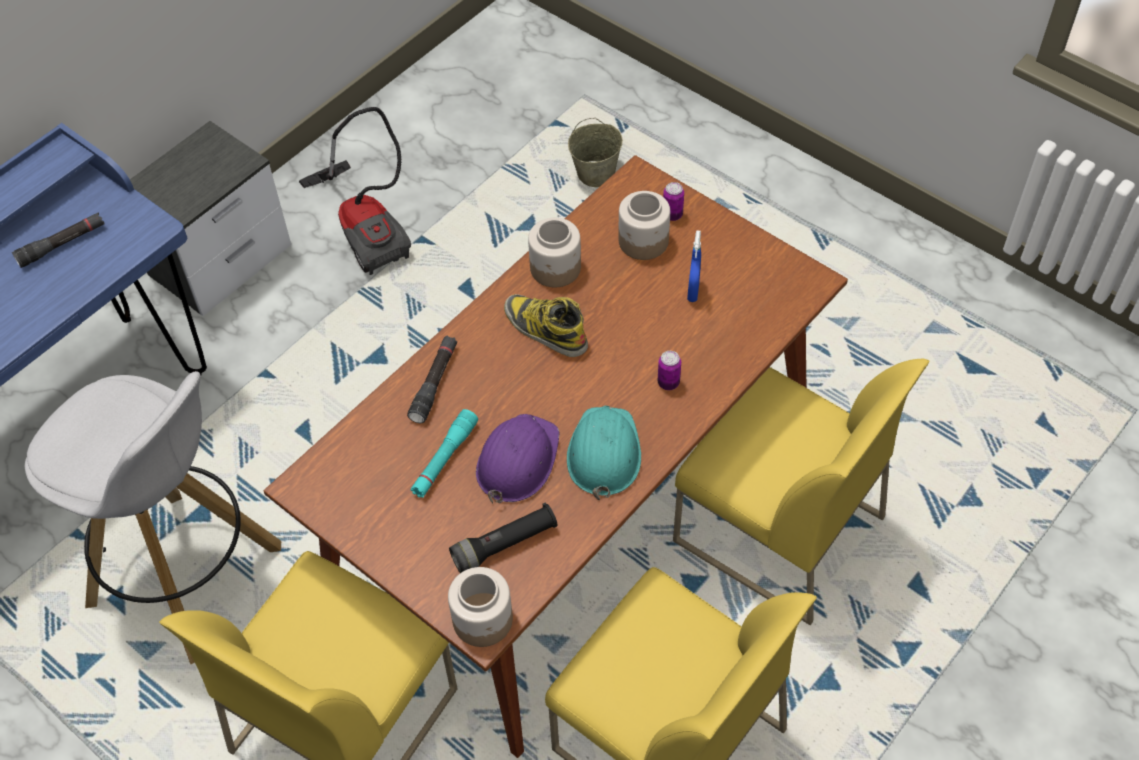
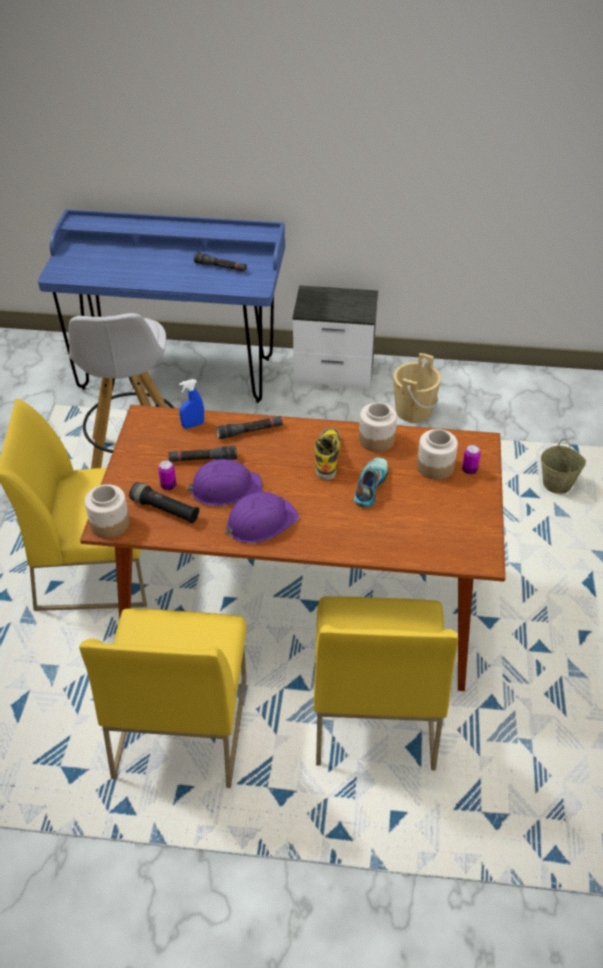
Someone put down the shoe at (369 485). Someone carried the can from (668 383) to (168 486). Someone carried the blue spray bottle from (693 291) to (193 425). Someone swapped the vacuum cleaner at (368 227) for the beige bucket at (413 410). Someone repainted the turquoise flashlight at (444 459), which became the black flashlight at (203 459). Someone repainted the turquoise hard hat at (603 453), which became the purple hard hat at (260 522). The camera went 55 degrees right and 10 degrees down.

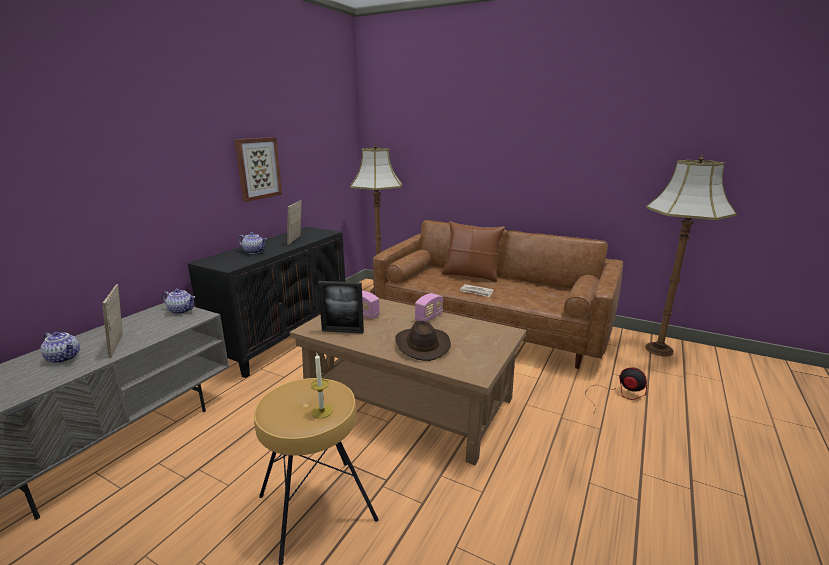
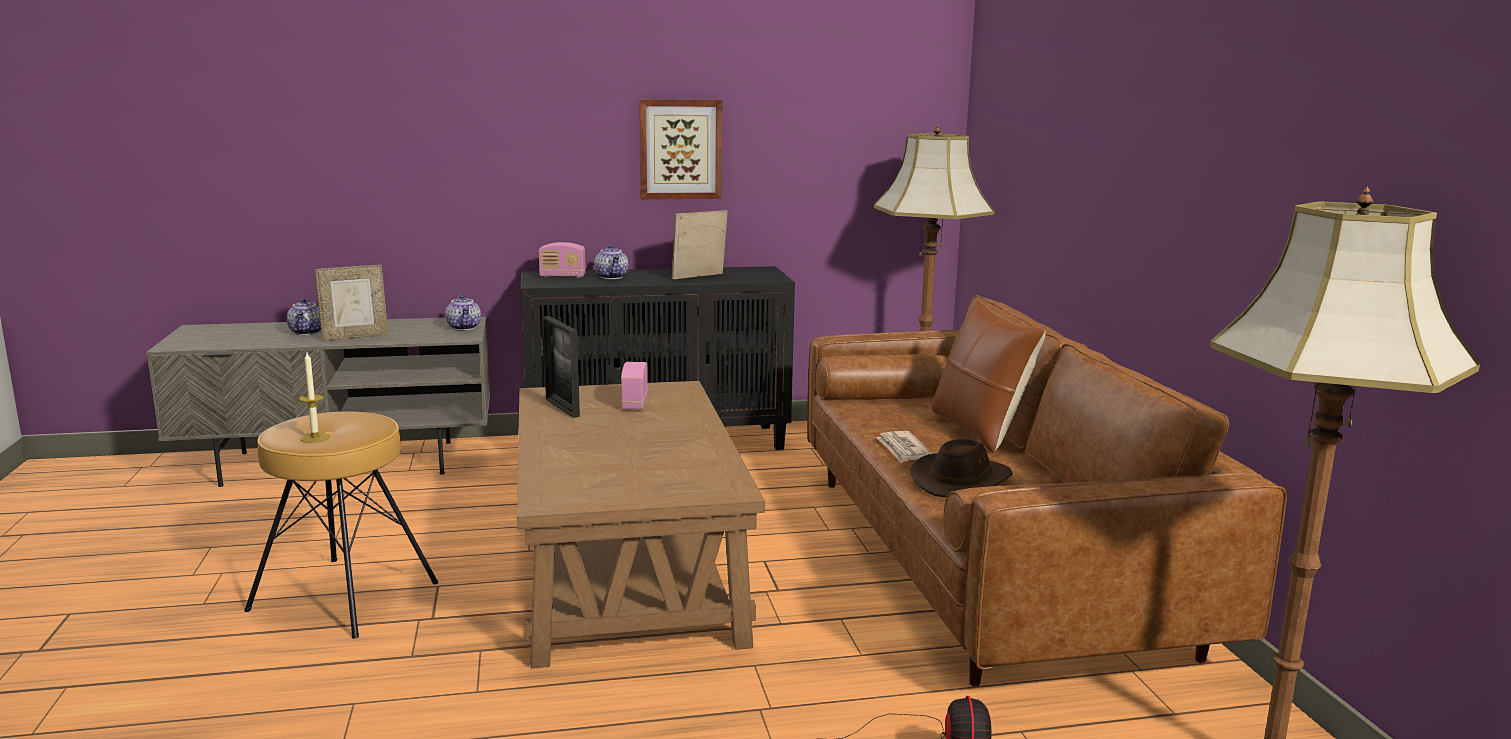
Someone carried the brown hat from (421 345) to (962 480). Someone carried the radio from (429 317) to (562 276). Someone rotated the picture frame at (120 345) by 150 degrees counterclockwise. The camera went 50 degrees right and 5 degrees down.

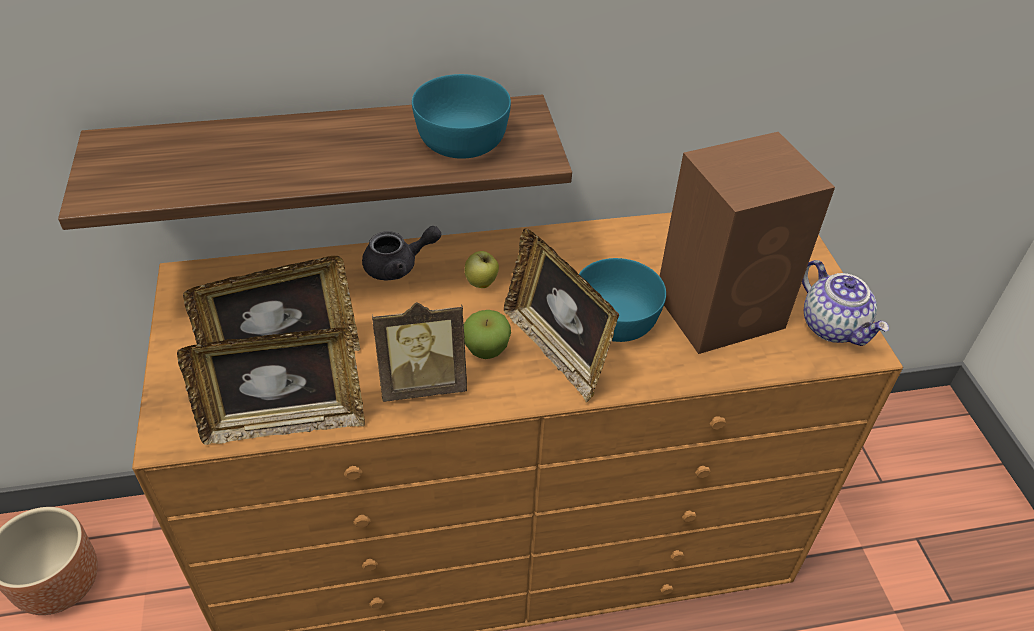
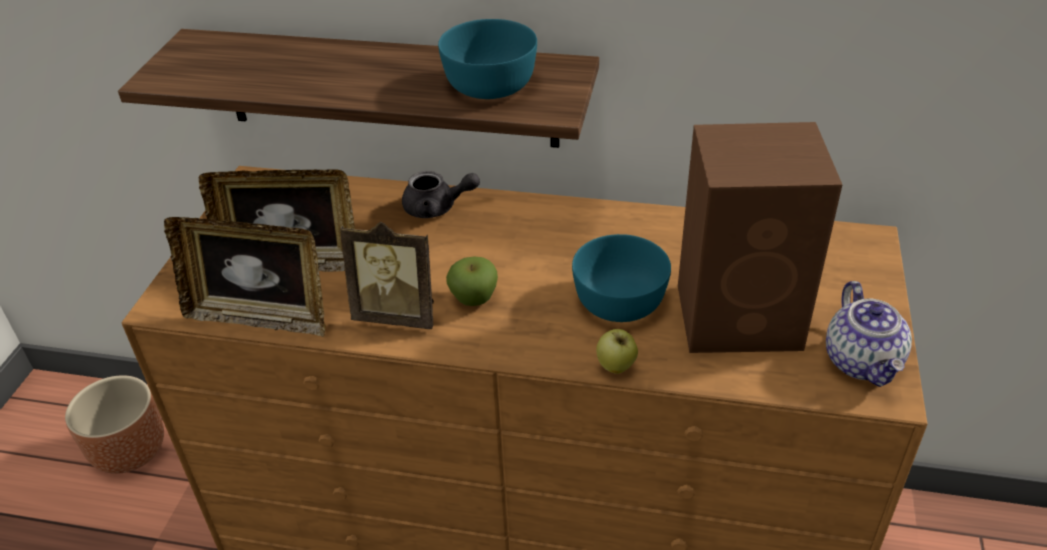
Someone took away the picture frame at (556 350). Someone carried the apple from (481 284) to (616 368). The camera went 25 degrees right and 5 degrees down.

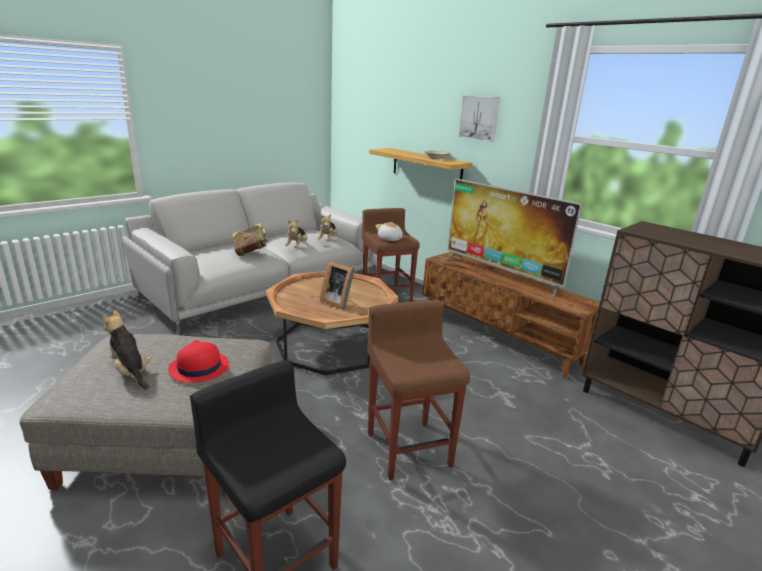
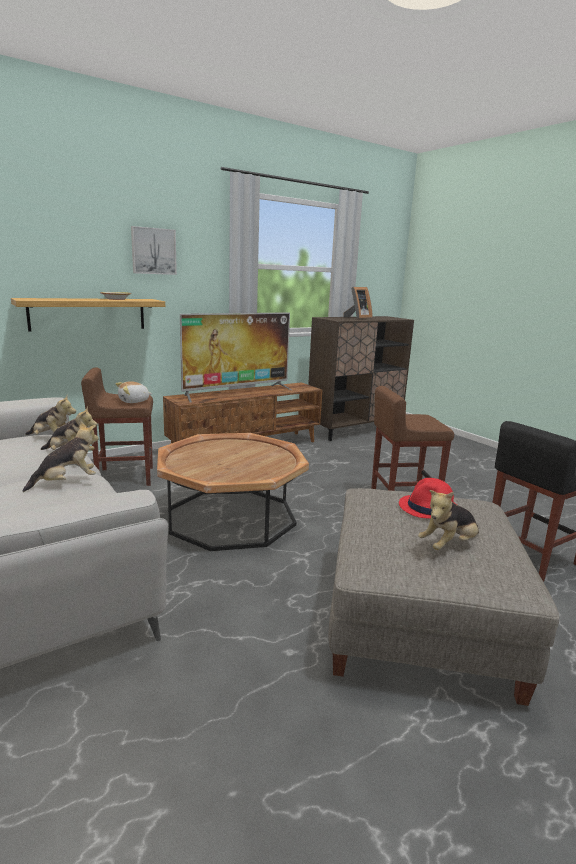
Someone carried the picture frame from (338 302) to (357 318). Someone swapped the book at (251 253) for the plush toy at (67 482). The camera went 80 degrees left and 5 degrees down.

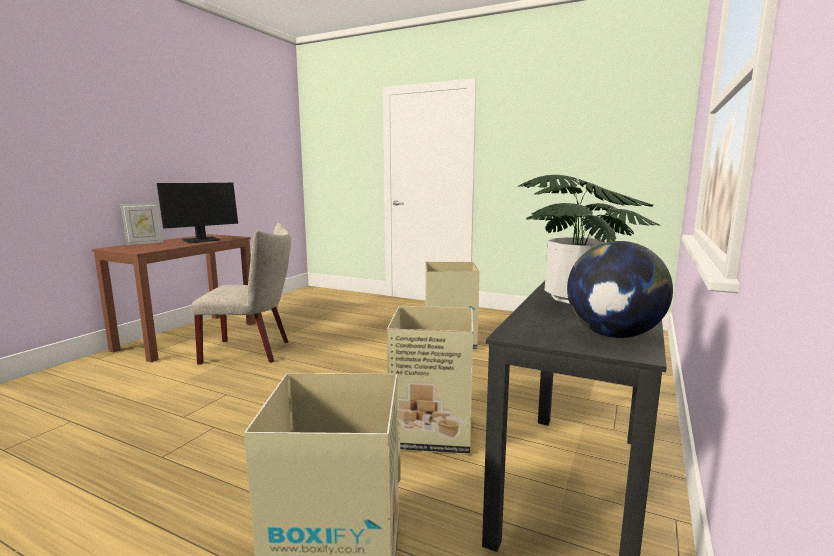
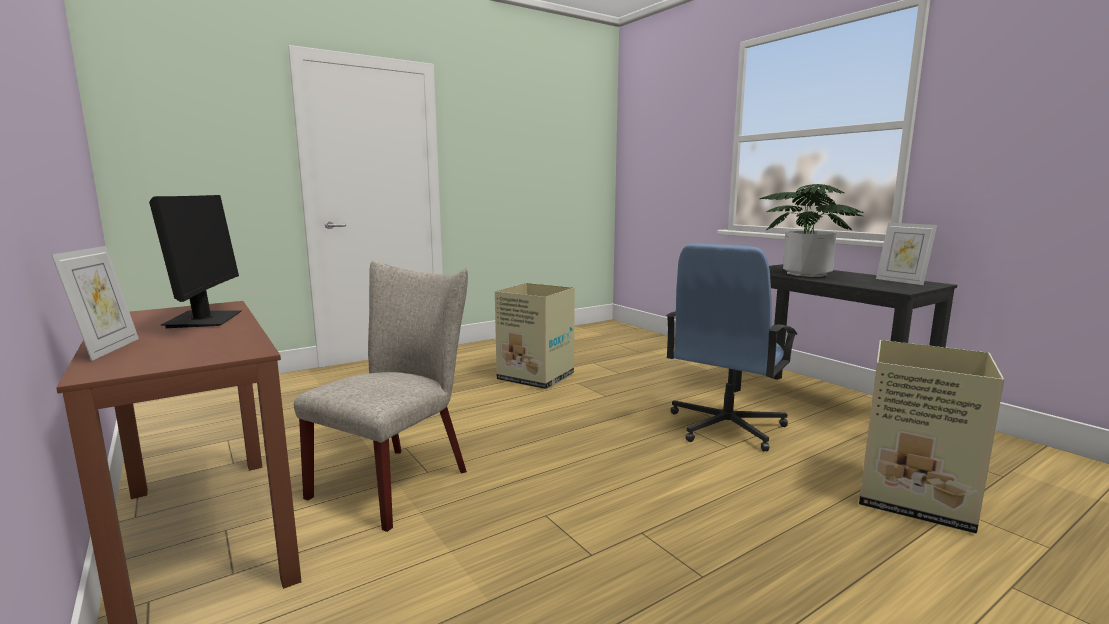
Someone swapped the cardboard box at (429 431) for the blue office chair at (725 427). Someone swapped the globe at (613 335) for the picture frame at (901 281). The camera went 60 degrees left and 0 degrees up.

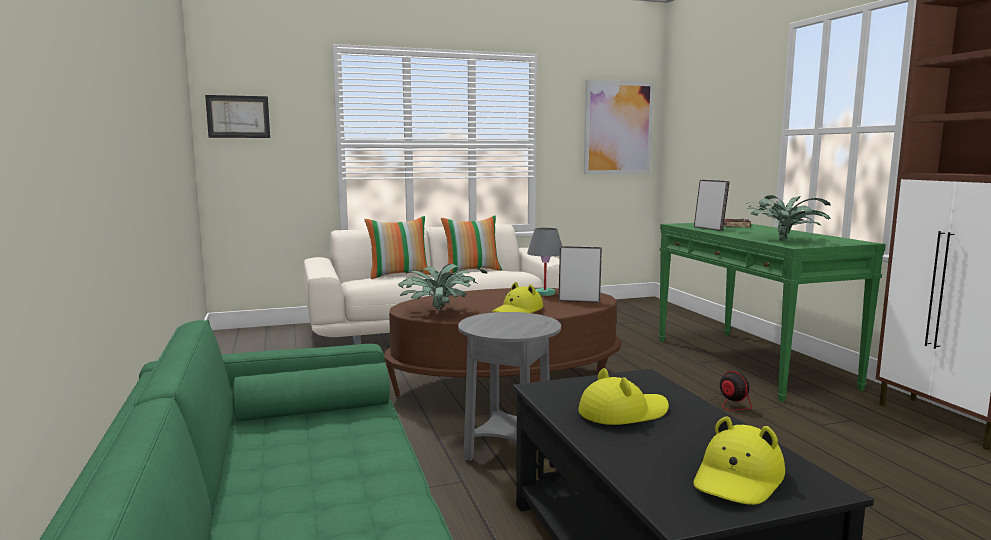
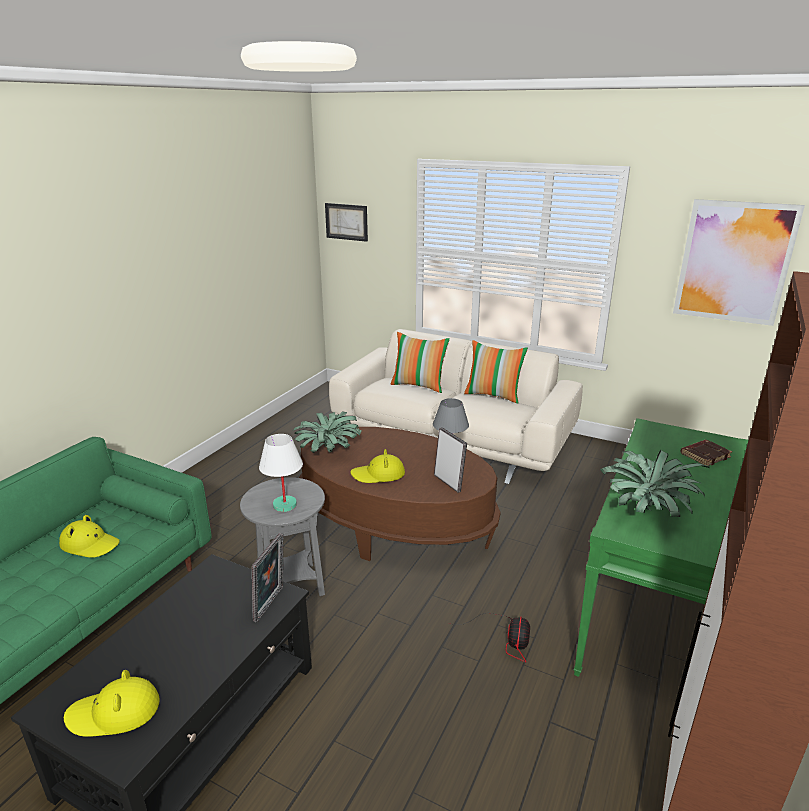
Someone put down the white table lamp at (284 505). Someone carried the yellow hat from (623 412) to (90 544). Someone carried the picture frame from (709 229) to (271 604). The camera went 45 degrees right and 15 degrees up.

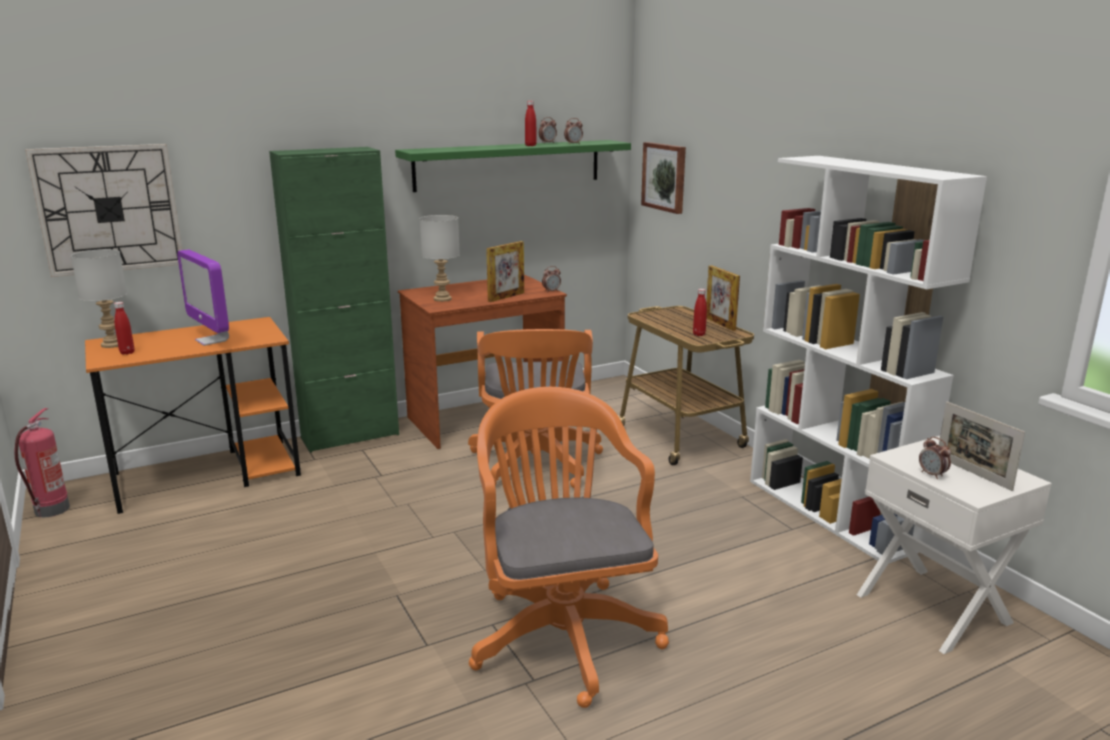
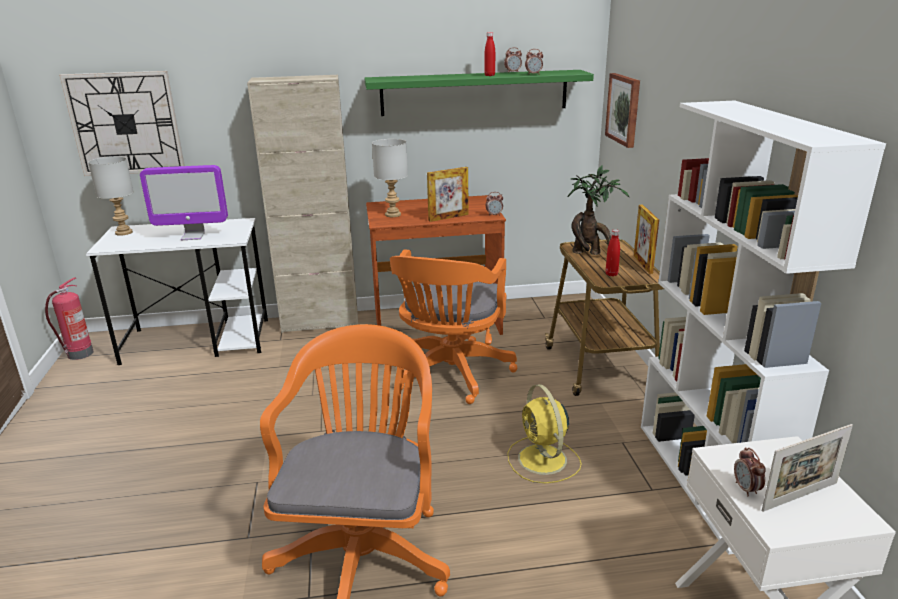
Someone took away the red bottle at (127 352). Someone put down the yellow fan at (543 460). Someone put down the potted plant at (590 254). Someone repainted the orange desk at (209 474), which became the white desk at (198 341). Someone repainted the green cabinet at (350 436), which became the beige cabinet at (320 322). Someone rotated the monitor at (212 340) by 75 degrees counterclockwise. Someone rotated the picture frame at (973 473) by 105 degrees counterclockwise. The camera went 20 degrees right and 5 degrees up.

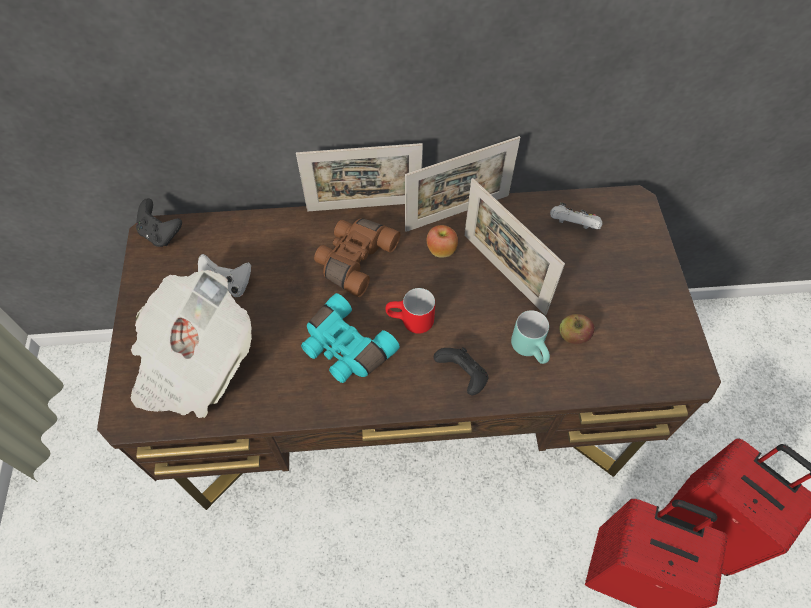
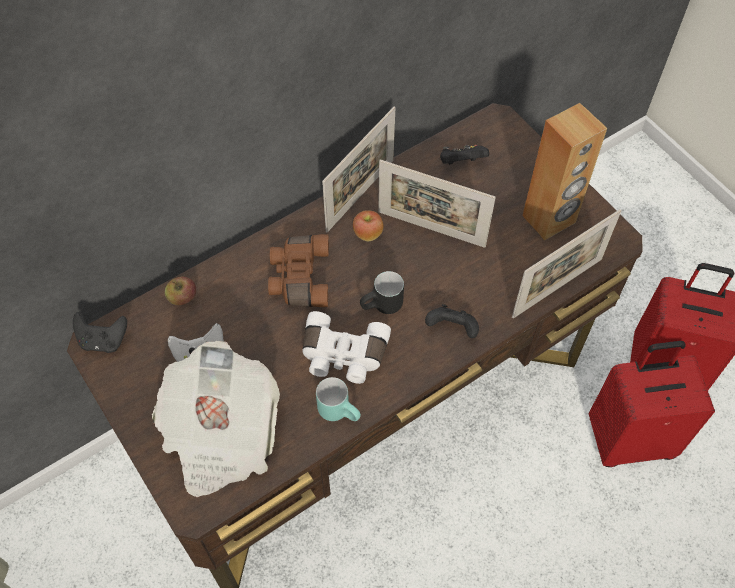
Someone put down the brown speaker at (549 219). Someone carried the picture frame from (364 206) to (557 287). Someone carried the turquoise mug from (532 349) to (340 410). Someone carried the apple from (573 336) to (182 298). Someone repainted the turquoise binoculars at (345 349), which became the white binoculars at (343 356). Someone repainted the red mug at (410 323), which became the black mug at (382 307). Someone repainted the white game controller at (572 226), which became the black game controller at (461 163). The camera went 30 degrees left and 0 degrees up.

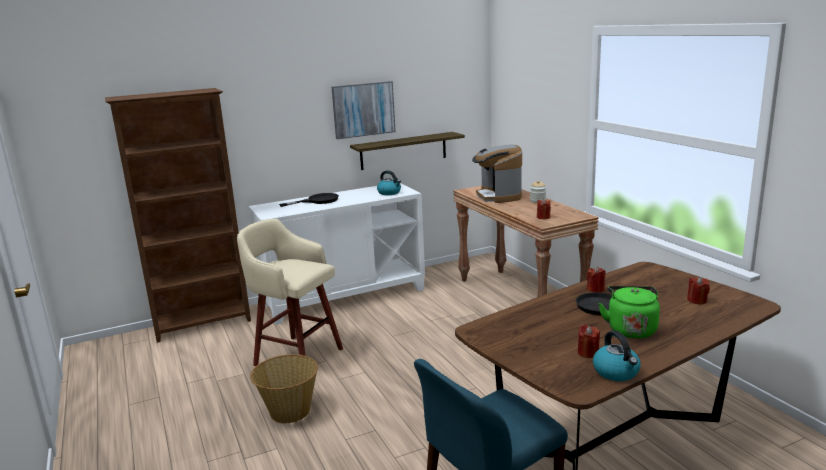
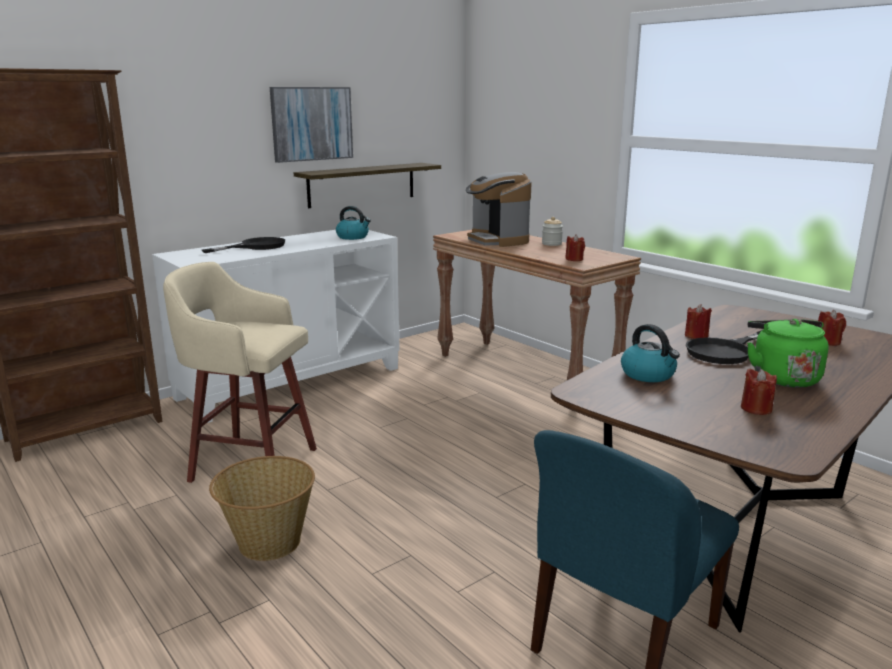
Someone carried the kettle from (616 372) to (648 374). The camera went 15 degrees left and 0 degrees up.

